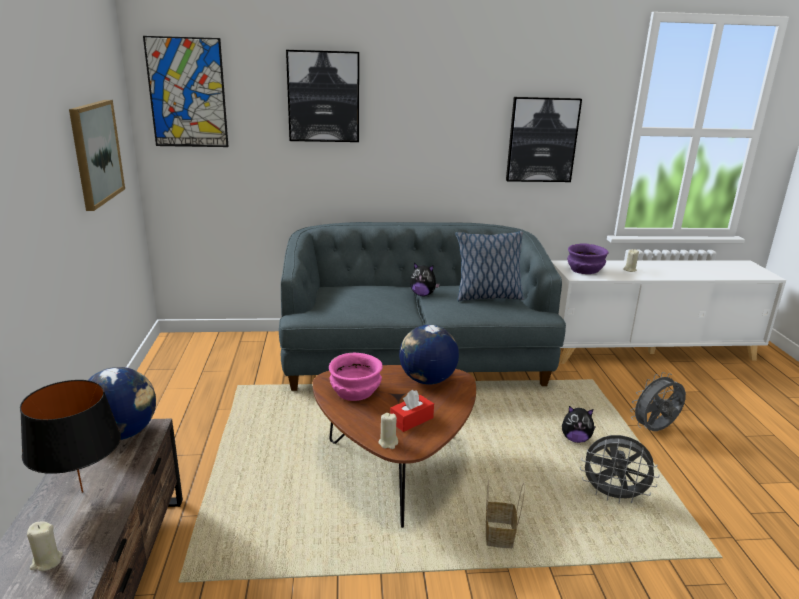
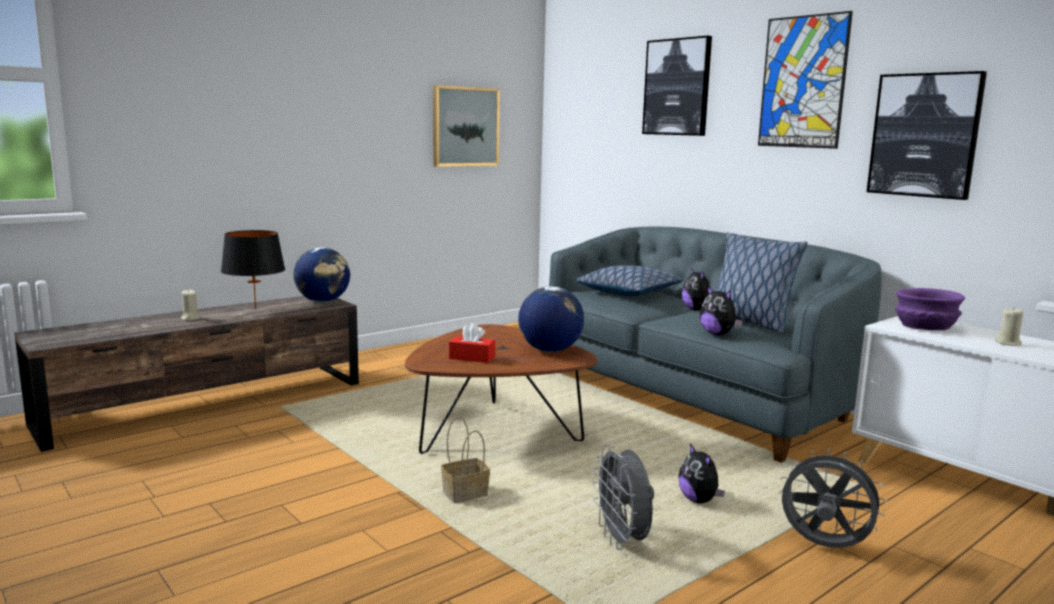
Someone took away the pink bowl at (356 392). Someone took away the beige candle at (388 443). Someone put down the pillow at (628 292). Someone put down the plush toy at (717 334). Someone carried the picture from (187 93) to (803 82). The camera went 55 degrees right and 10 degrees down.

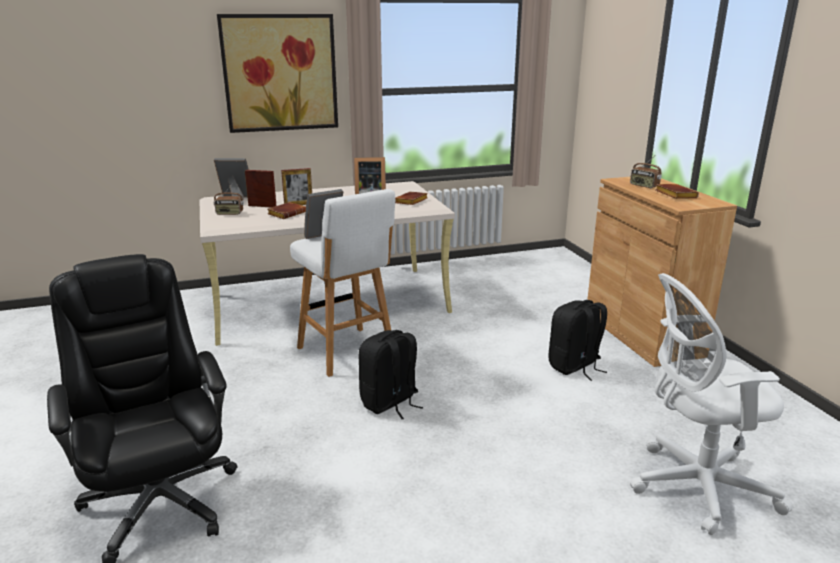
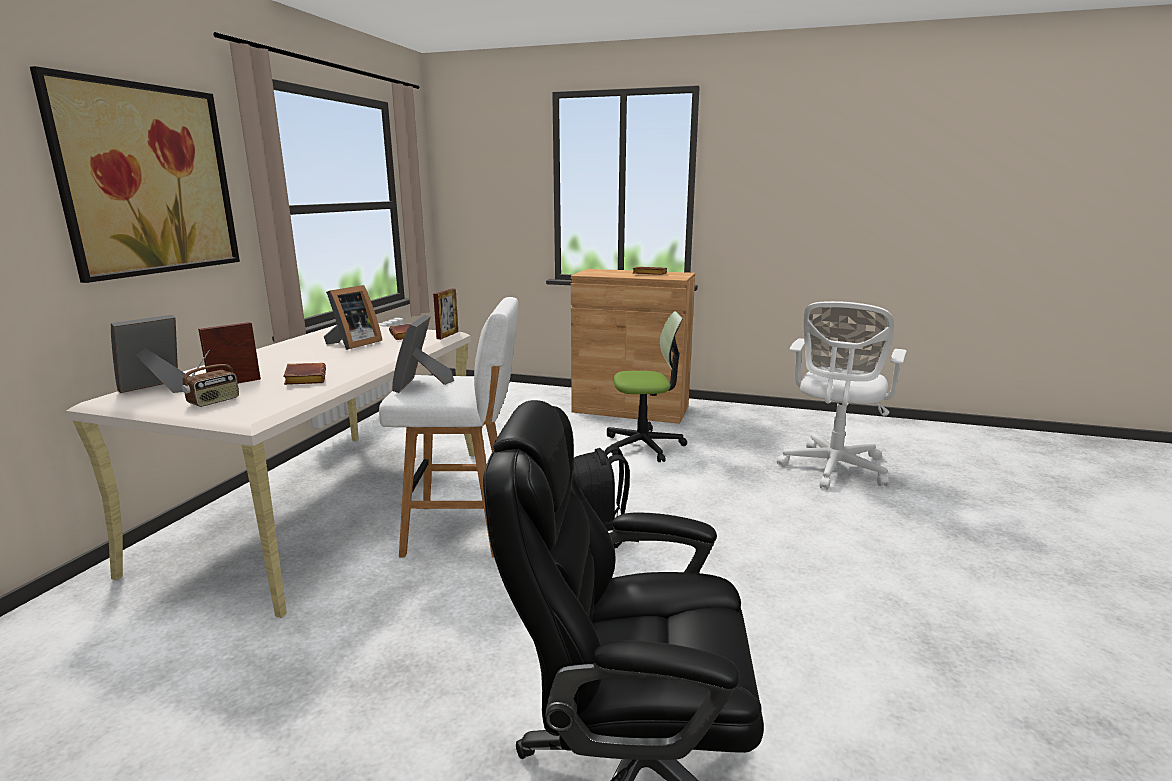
Someone took away the radio at (644 186). Someone carried the picture frame from (298 204) to (447 335). Someone swapped the black backpack at (574 367) for the office chair at (644 445). The camera went 55 degrees left and 5 degrees down.

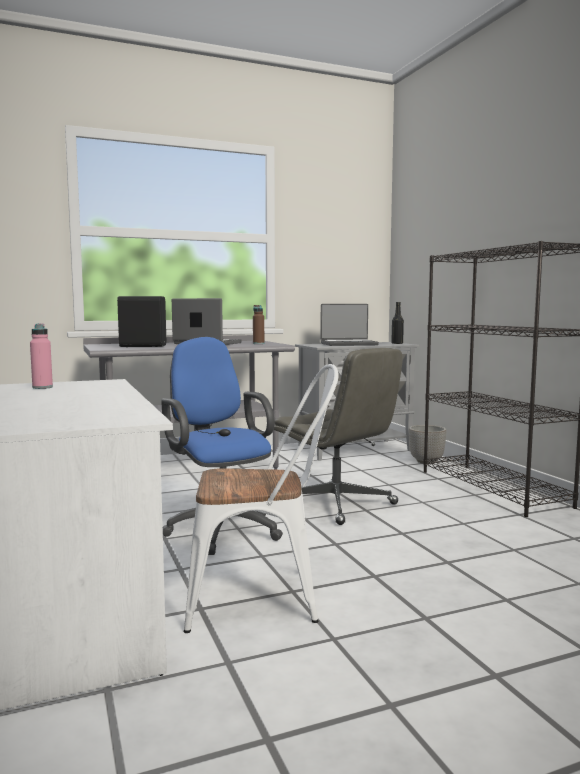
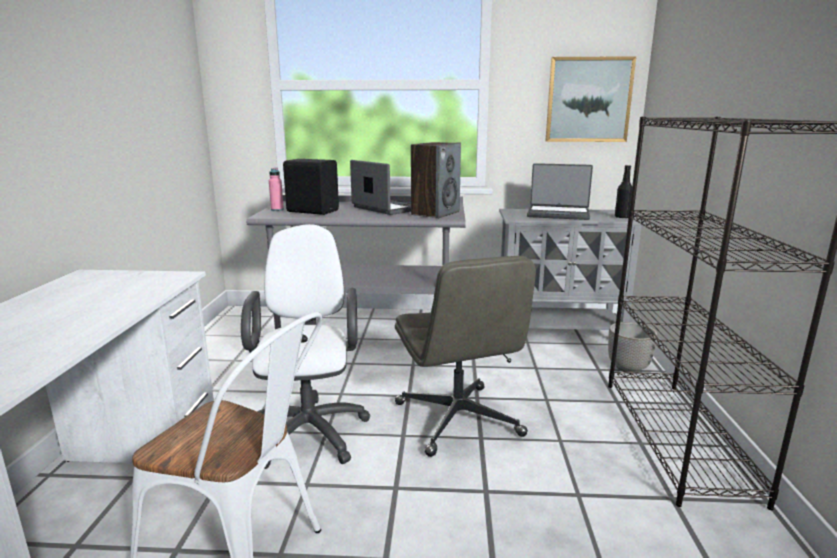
Someone put up the picture at (588 100). Someone carried the pink bottle from (42 387) to (277 210). Someone swapped the brown bottle at (258 343) for the speaker at (435 213). Someone repainted the blue office chair at (220 528), which became the white office chair at (310 429). The camera went 25 degrees right and 10 degrees up.

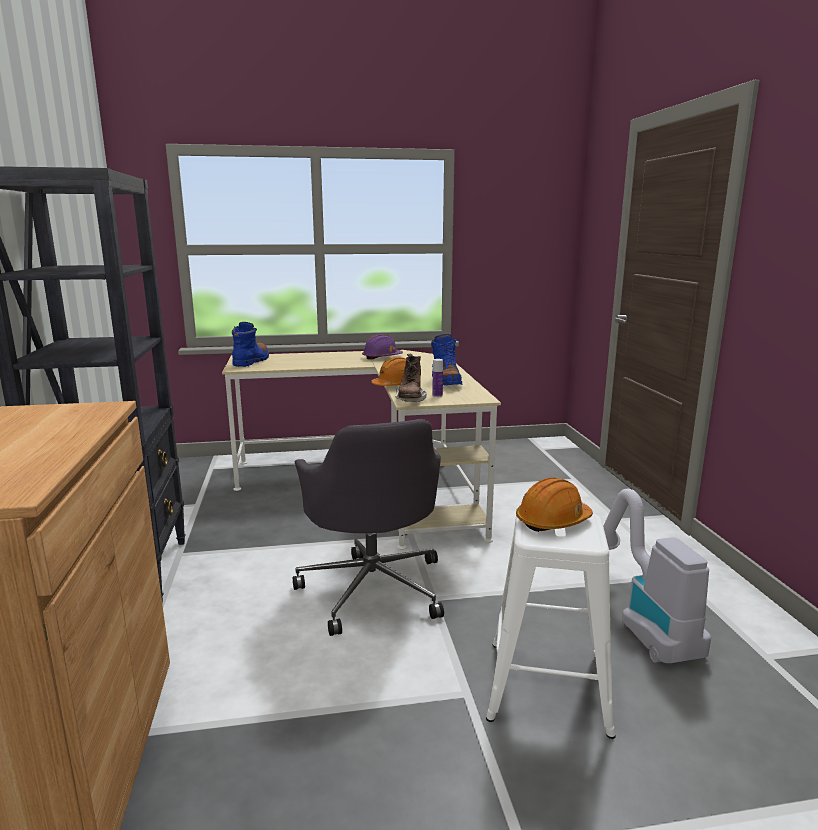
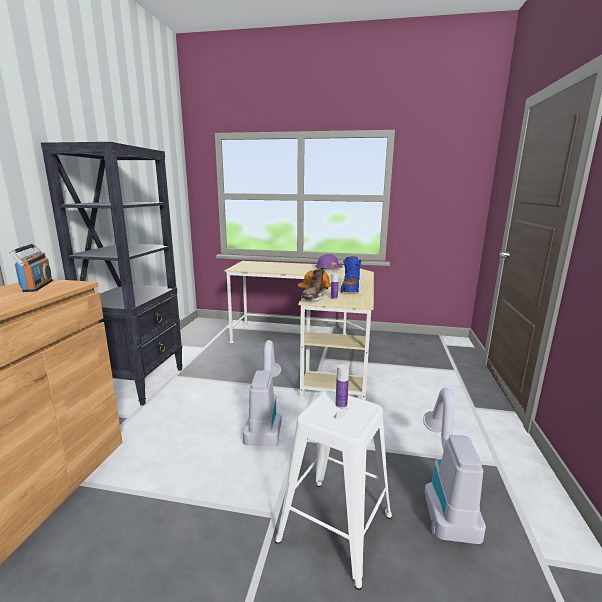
Someone took away the blue boot at (251 361). Someone put down the radio at (37 286). Someone swapped the grey office chair at (373 587) for the vacuum cleaner at (265 421). Someone swapped the orange hard hat at (553 521) for the bottle at (341 405). The camera went 20 degrees right and 0 degrees up.

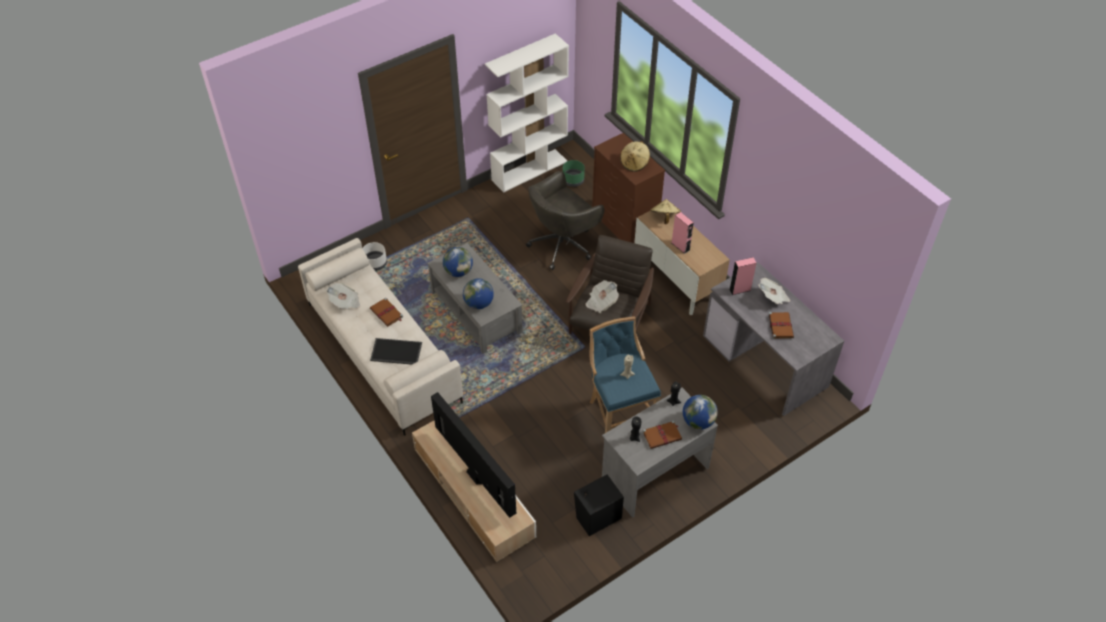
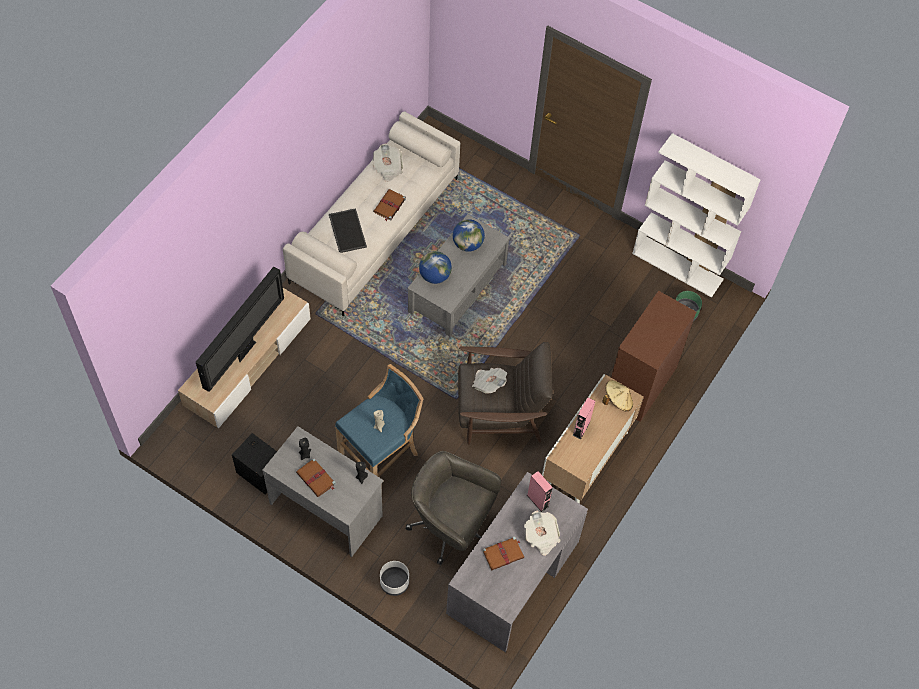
Someone took away the beige hat at (634 163). Someone took away the globe at (698 421). Someone carried the white planter from (375 264) to (394 583). Someone carried the grey office chair from (563 244) to (451 526). The camera went 65 degrees right and 10 degrees up.

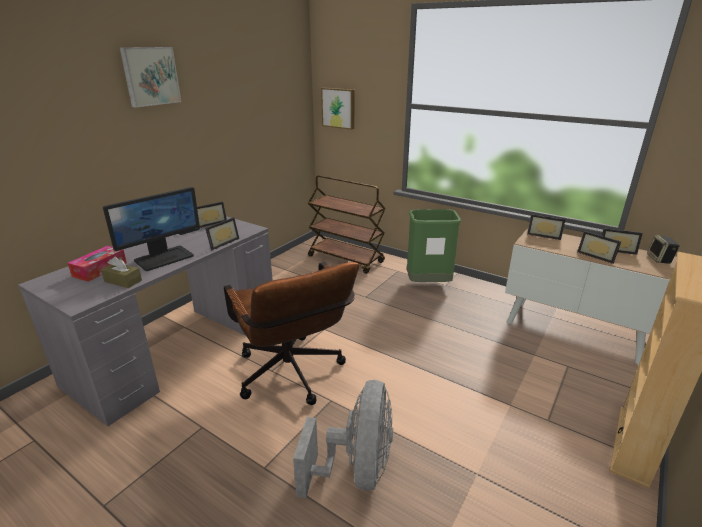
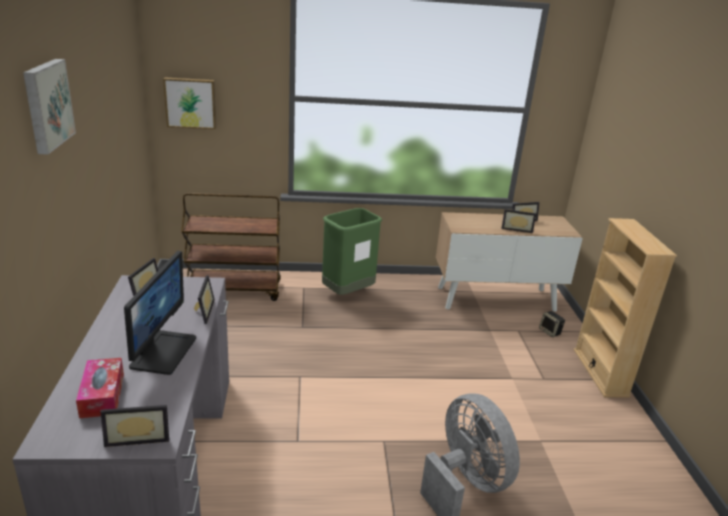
Someone took away the brown tissue box at (123 281). Someone took away the brown office chair at (293 377). Someone carried the picture frame from (544 235) to (138 436). Someone carried the speaker from (659 259) to (550 332). The camera went 40 degrees left and 0 degrees up.

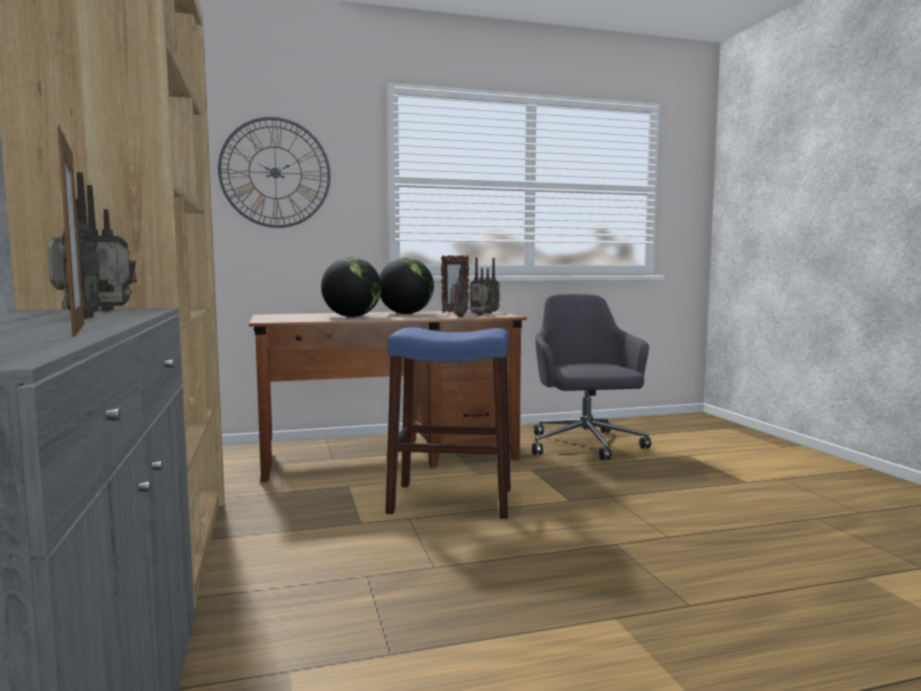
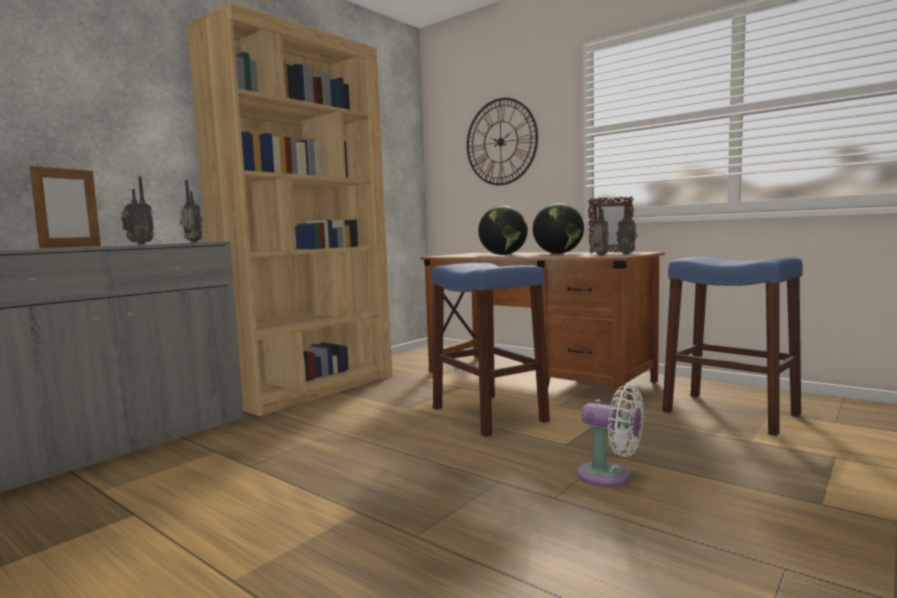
Someone took away the radio at (457 316). Someone put down the white fan at (609 476). Someone swapped the grey office chair at (585 445) for the blue stool at (730 413). The camera went 55 degrees right and 0 degrees up.

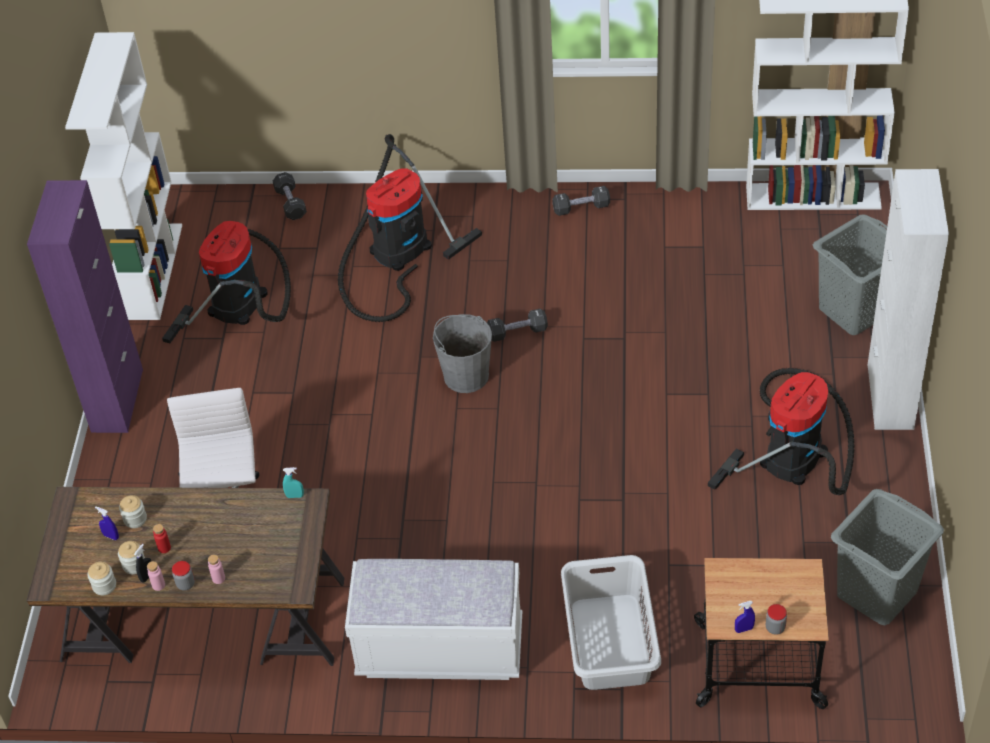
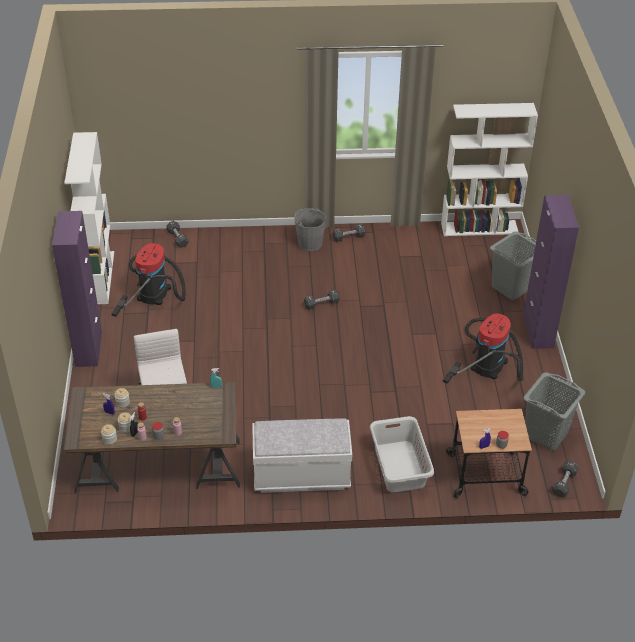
Someone took away the vacuum cleaner at (397 254). Someone put down the black dumbbell at (564 483). Someone carried the grey bucket from (466 375) to (310 243). Someone repainted the white cabinet at (890 397), which became the purple cabinet at (538 331). The camera went 10 degrees left and 5 degrees down.

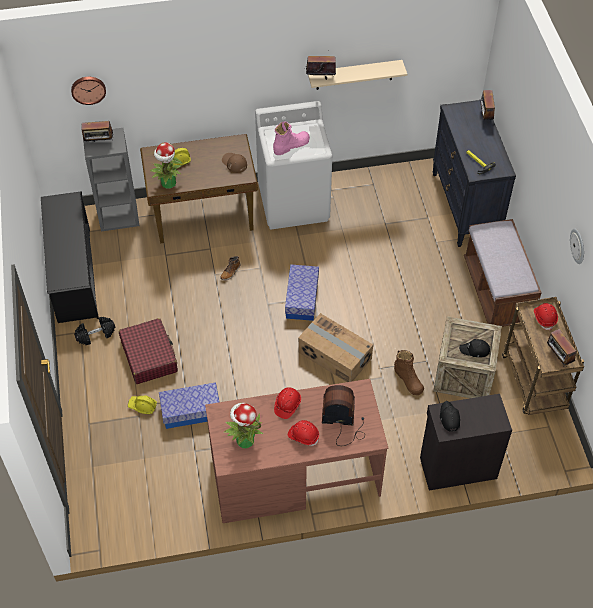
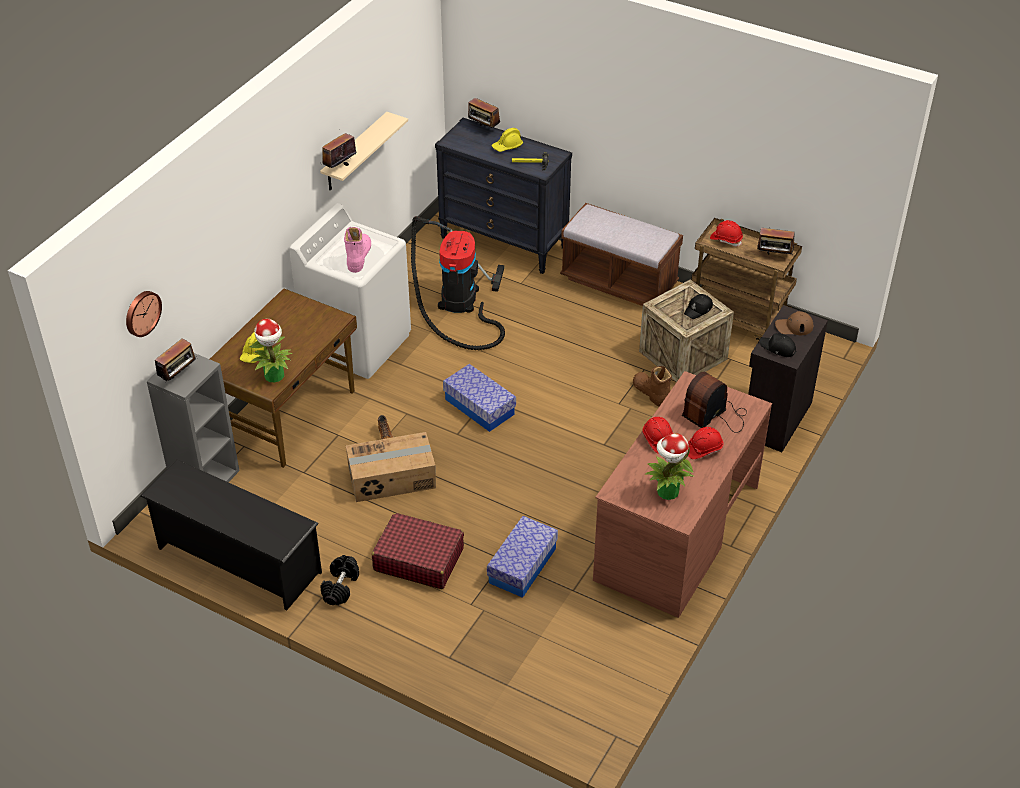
Someone took away the wall clock at (578 246). Someone put down the vacuum cleaner at (459 302). Someone carried the yellow hard hat from (142 406) to (507 146). Someone carried the brown cap from (234 163) to (793 326). Someone carried the cardboard box from (334 356) to (392 478). Someone rotated the brown boot at (408 379) by 135 degrees counterclockwise. The camera went 50 degrees left and 10 degrees down.

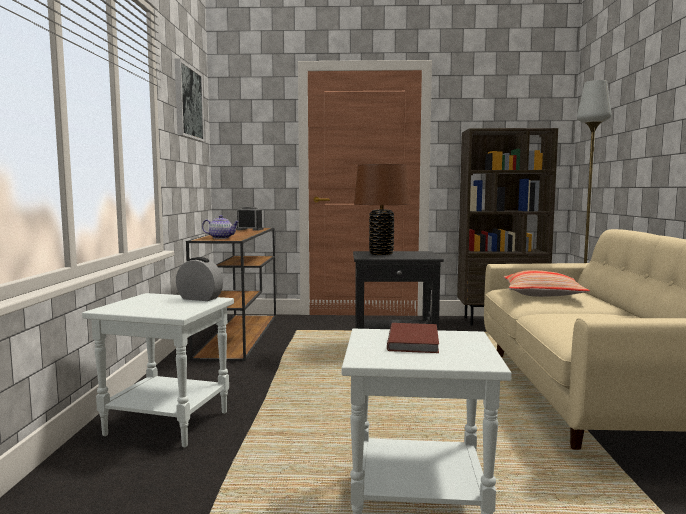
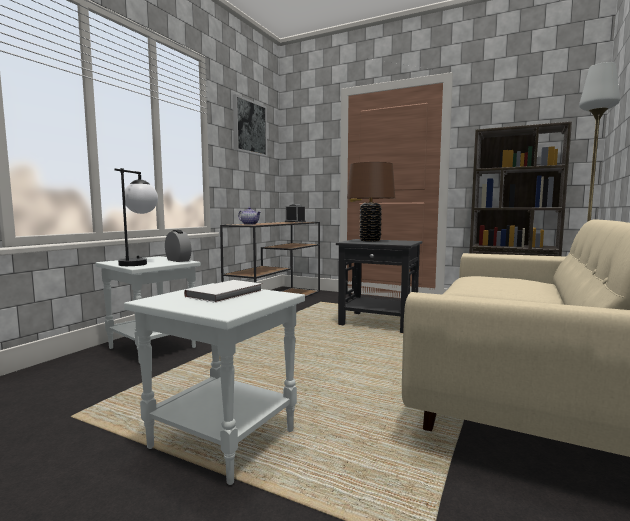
Someone took away the pillow at (542 294). Someone put down the table lamp at (139 263). Someone repainted the brown book at (415 340), which became the white book at (226 293). The camera went 25 degrees right and 0 degrees up.

